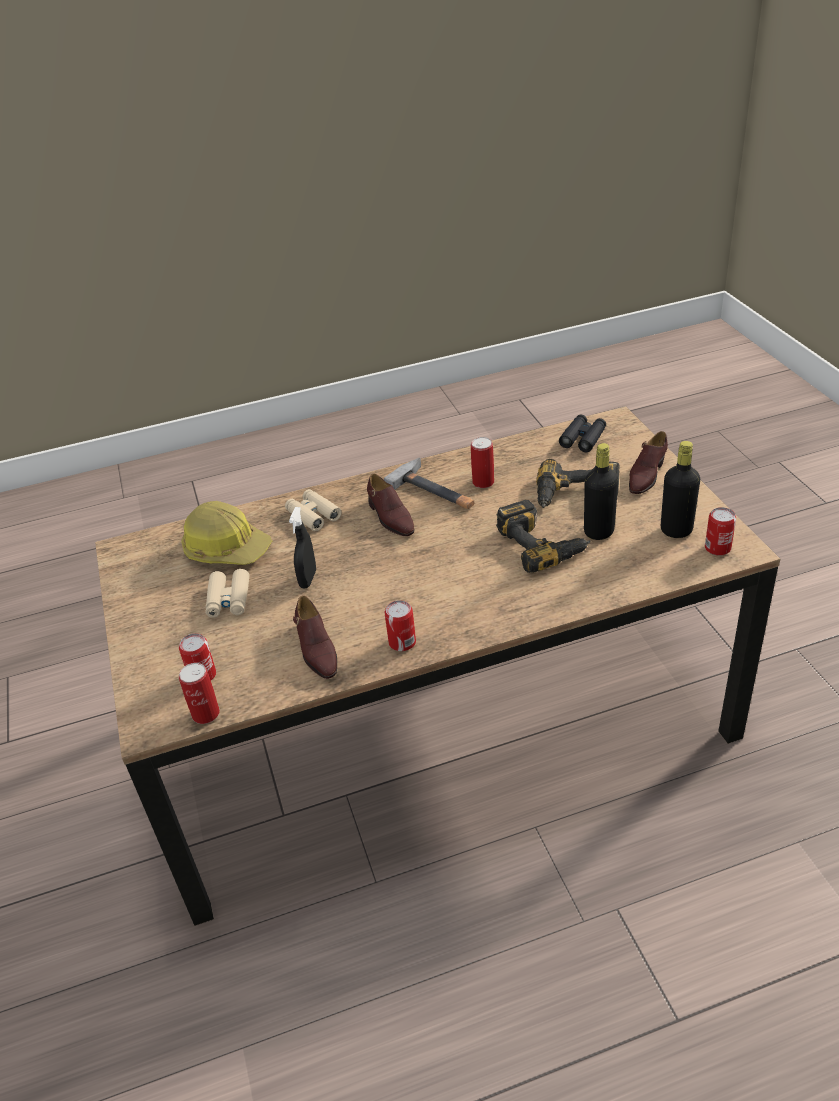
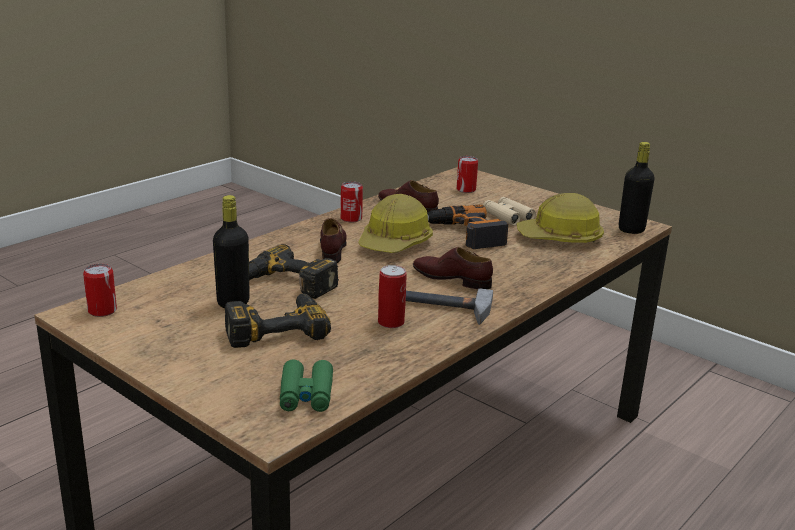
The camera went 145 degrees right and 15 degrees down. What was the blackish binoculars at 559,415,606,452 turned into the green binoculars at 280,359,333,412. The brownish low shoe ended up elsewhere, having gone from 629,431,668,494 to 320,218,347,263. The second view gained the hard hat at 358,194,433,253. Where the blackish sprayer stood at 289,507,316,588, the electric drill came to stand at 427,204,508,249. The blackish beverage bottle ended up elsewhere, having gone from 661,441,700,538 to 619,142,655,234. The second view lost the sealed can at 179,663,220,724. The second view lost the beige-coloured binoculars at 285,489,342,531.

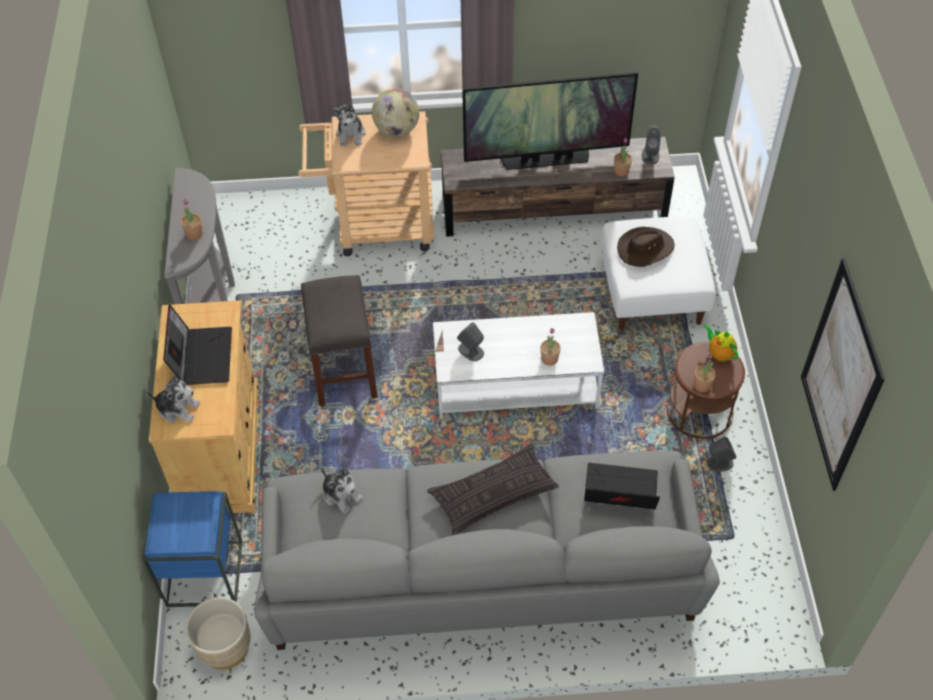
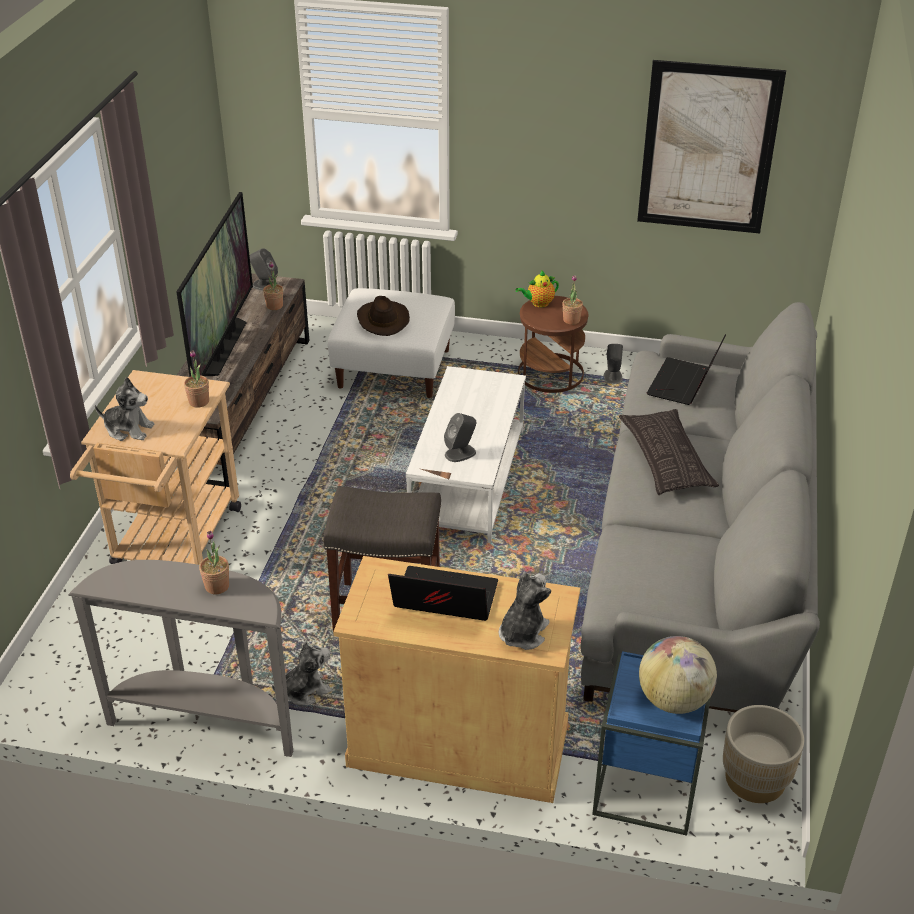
The camera went 75 degrees left and 15 degrees down. The houseplant ended up elsewhere, having gone from 540,328,561,366 to 184,350,209,408. The plush toy ended up elsewhere, having gone from 321,467,363,514 to 272,641,332,706. The world globe ended up elsewhere, having gone from 372,89,419,137 to 639,636,717,714.

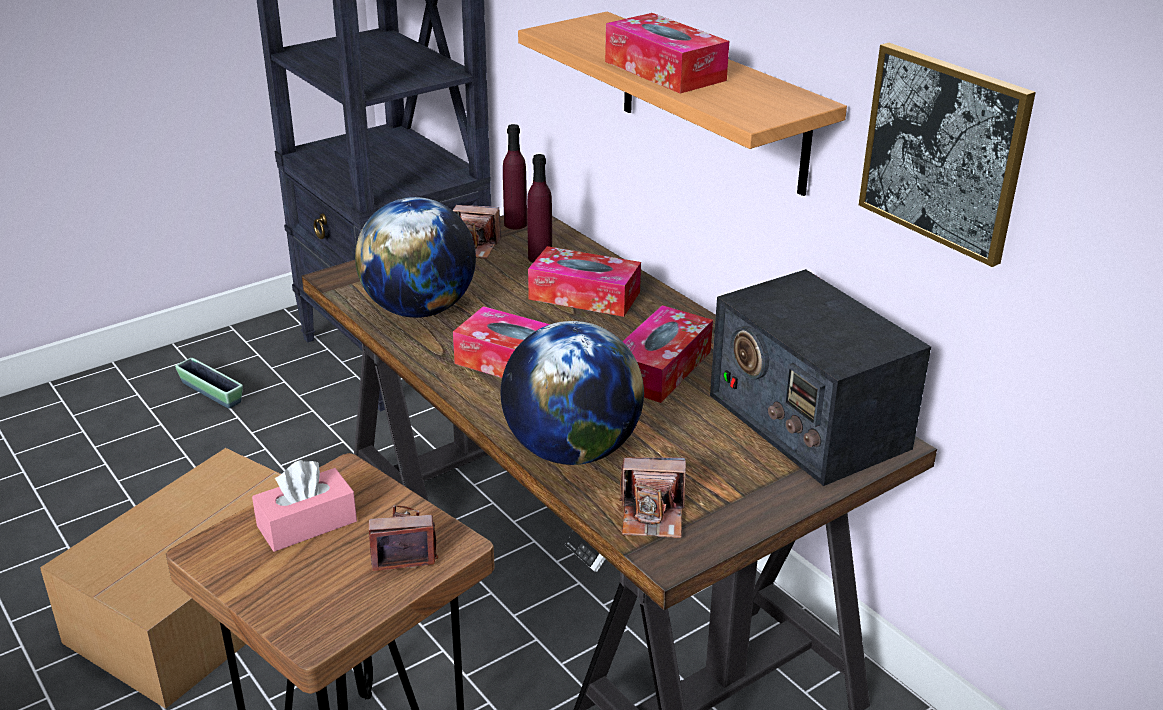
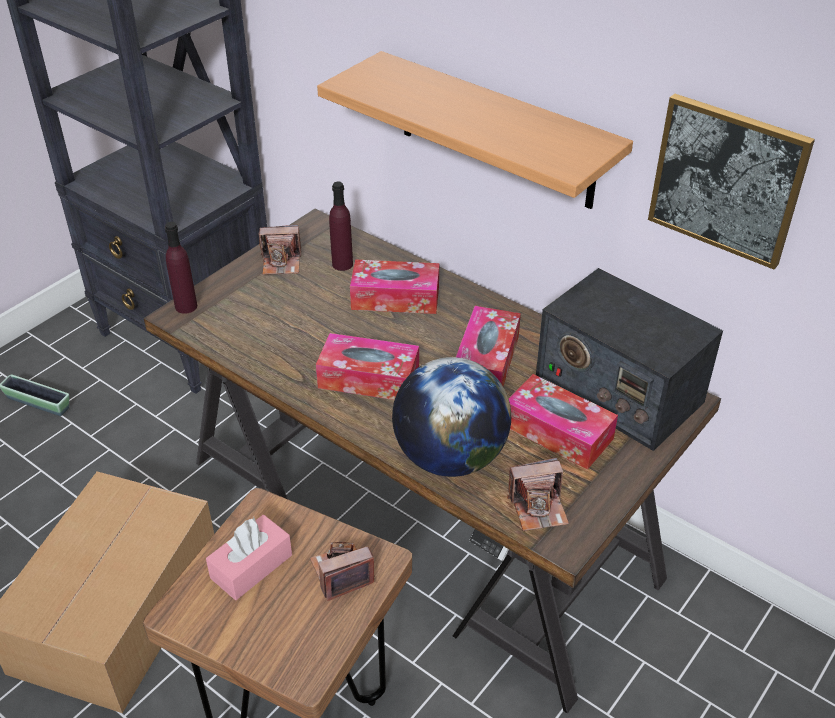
The camera went 15 degrees left and 10 degrees up. The purple beverage bottle ended up elsewhere, having gone from 503,124,527,229 to 165,222,197,314. The box of tissues ended up elsewhere, having gone from 605,13,729,94 to 508,374,618,470. The second view lost the world globe at 355,197,476,318.

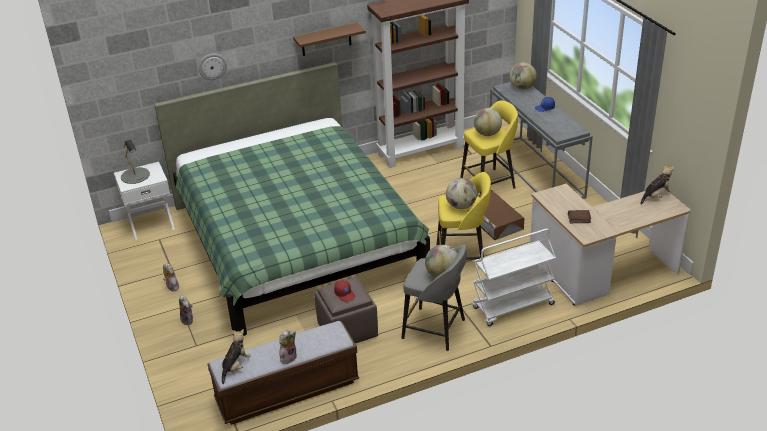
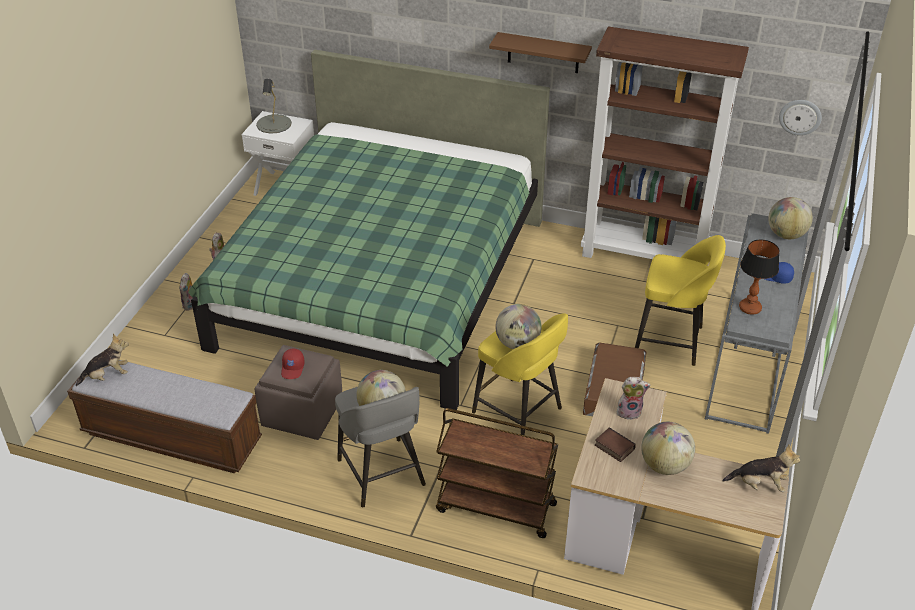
The camera went 40 degrees right and 5 degrees up. What was the whitish wheeled cart at 472,229,556,326 turned into the brownish wheeled cart at 436,408,558,538. The plush toy ended up elsewhere, having gone from 279,330,297,365 to 617,377,651,420. The world globe ended up elsewhere, having gone from 474,108,502,136 to 641,422,695,475. The second view gained the lamp for a table at 739,239,780,315. The hanging clock ended up elsewhere, having gone from 199,54,227,80 to 779,100,822,136.

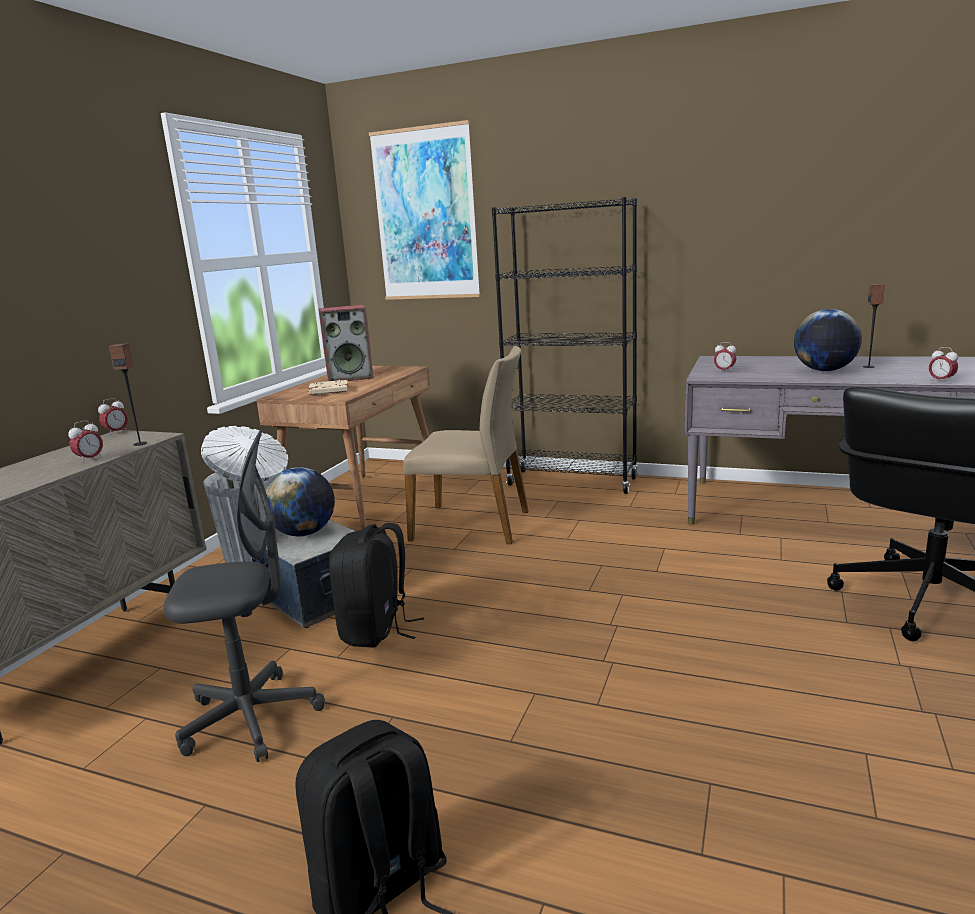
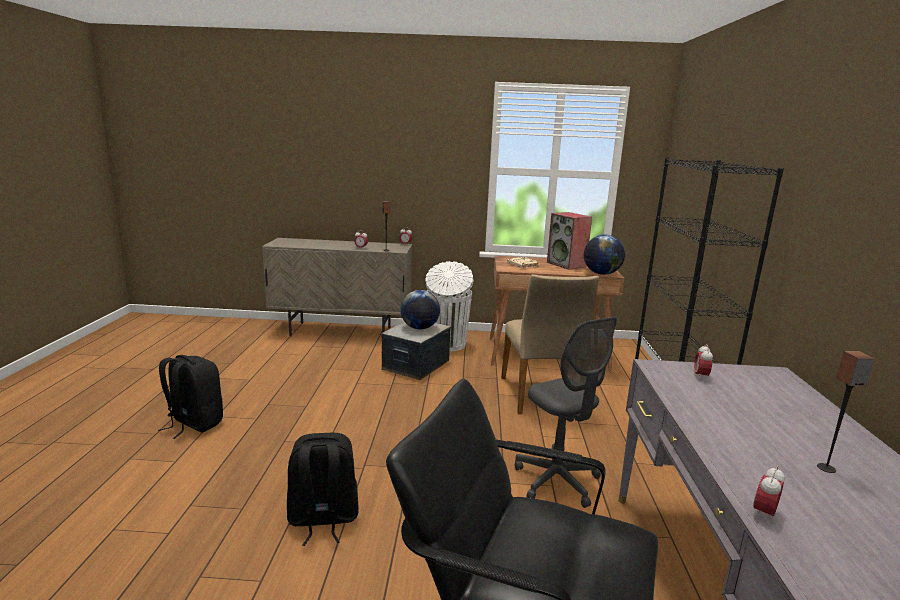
The camera went 70 degrees right and 0 degrees up. The blackish rucksack ended up elsewhere, having gone from 329,523,424,648 to 287,433,359,546. The greyish office chair ended up elsewhere, having gone from 163,430,325,762 to 515,316,618,508. The world globe ended up elsewhere, having gone from 794,309,862,371 to 584,234,625,275. The second view lost the wall art at 369,120,480,300.

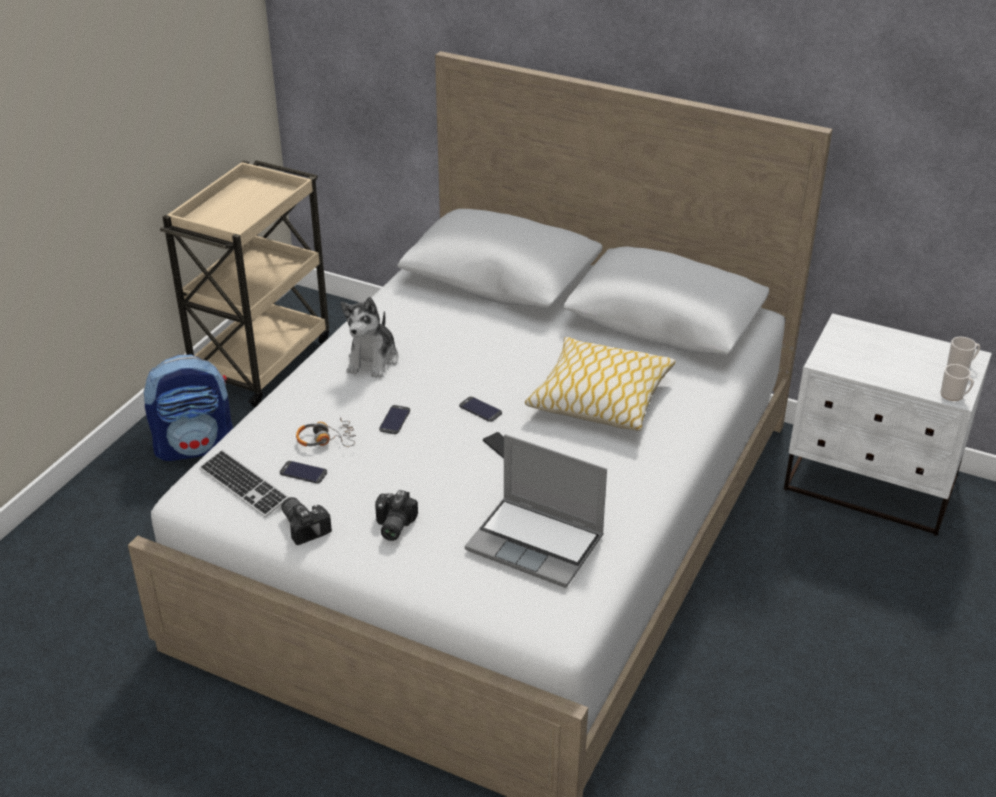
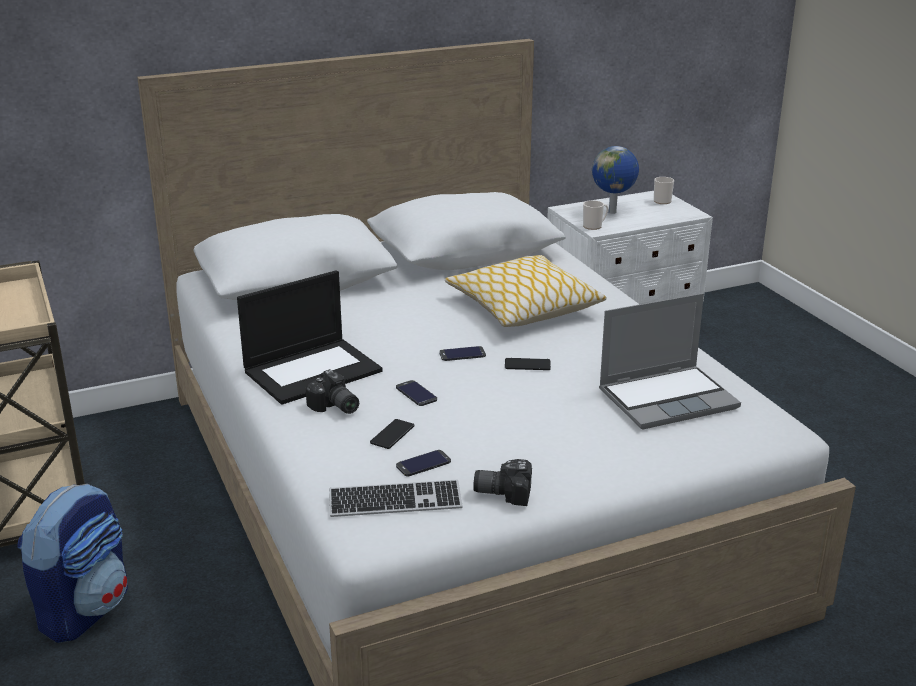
The camera went 50 degrees left and 10 degrees down. Where the plush toy stood at 341,297,399,378, the laptop came to stand at 237,270,383,405. The photo camera ended up elsewhere, having gone from 375,490,418,541 to 306,369,359,414. Where the headphones stood at 296,417,356,447, the telephone came to stand at 370,419,415,449. The tea mug ended up elsewhere, having gone from 940,364,974,401 to 583,200,608,230. The second view gained the world globe at 592,146,639,214.

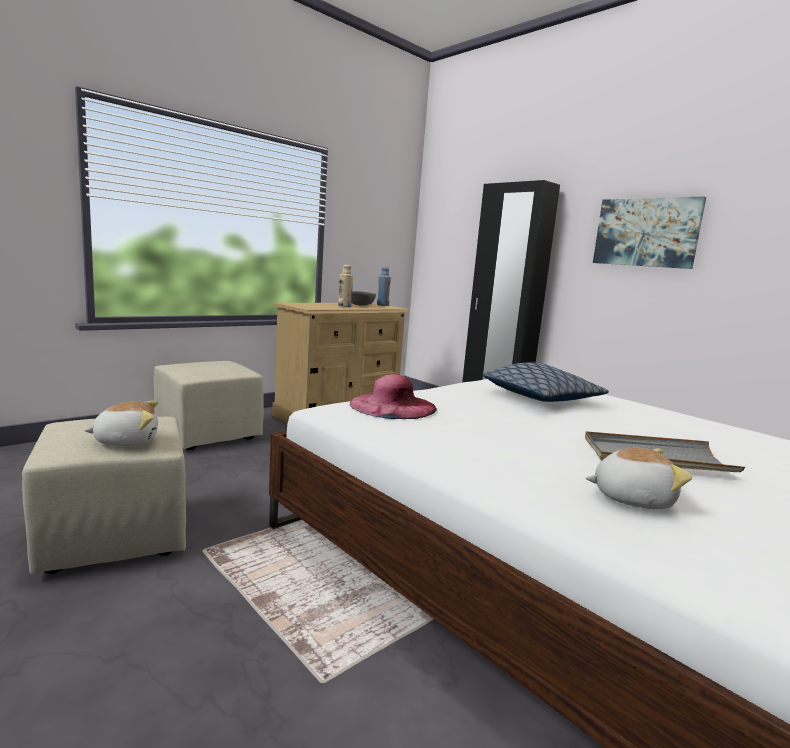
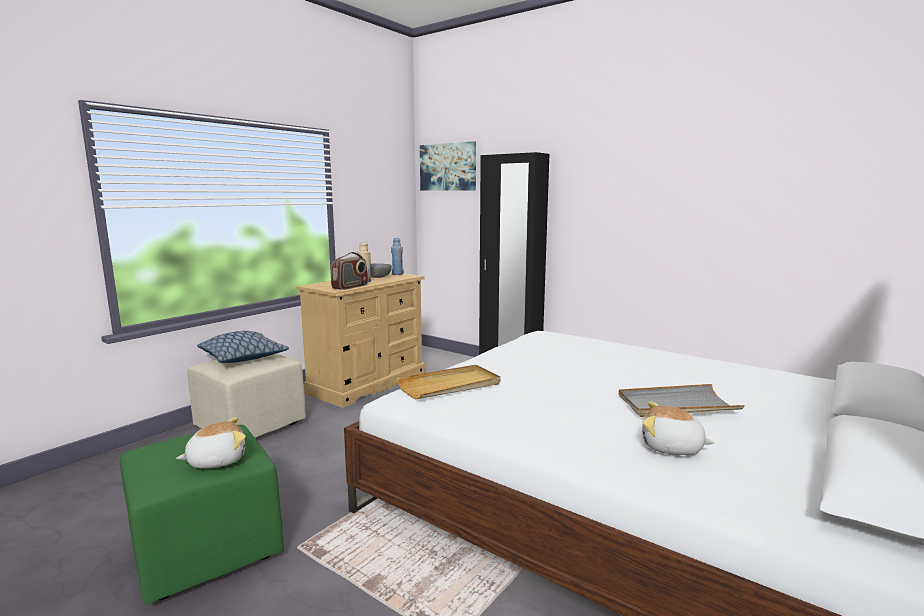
The camera went 10 degrees left and 0 degrees up. What was the beige-coloured ottoman at 22,417,186,574 turned into the green ottoman at 120,425,284,605. The pillow ended up elsewhere, having gone from 482,362,609,402 to 197,331,289,363. The second view gained the radio receiver at 331,252,368,290. Where the pink-coloured wearable hat stood at 350,374,437,419, the beige-coloured serving tray came to stand at 396,365,500,399. The wall art ended up elsewhere, having gone from 593,196,706,269 to 420,141,476,191. The plush toy at 586,448,692,509 ended up facing another way, 150 degrees counterclockwise from before.

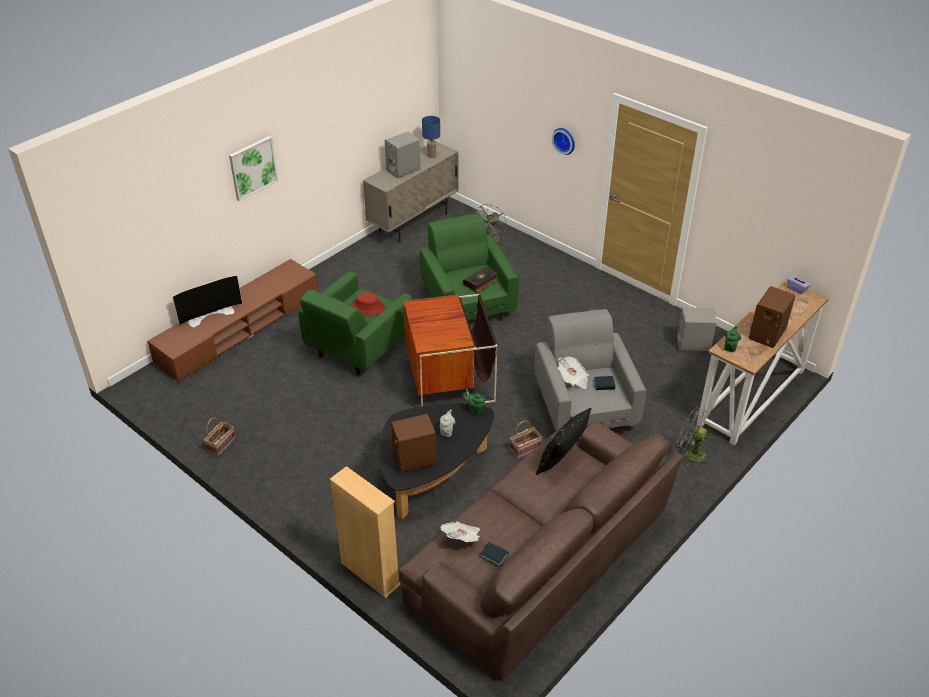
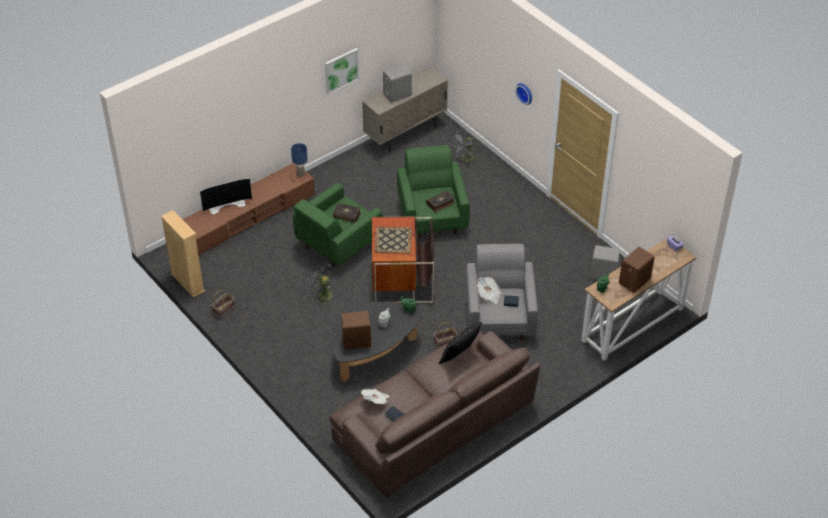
The camera went 10 degrees right and 5 degrees up. The beige-coloured bookshelf ended up elsewhere, having gone from 330,466,401,598 to 161,210,205,297. The blue lamp for a table ended up elsewhere, having gone from 422,116,440,158 to 291,143,308,177. The greyish electric fan ended up elsewhere, having gone from 676,408,710,468 to 306,262,333,305. The wall art ended up elsewhere, having gone from 229,136,278,201 to 325,48,359,95. Where the red wearable hat stood at 350,292,385,317, the volume came to stand at 333,203,361,223. The second view gained the serving tray at 374,227,412,254.

